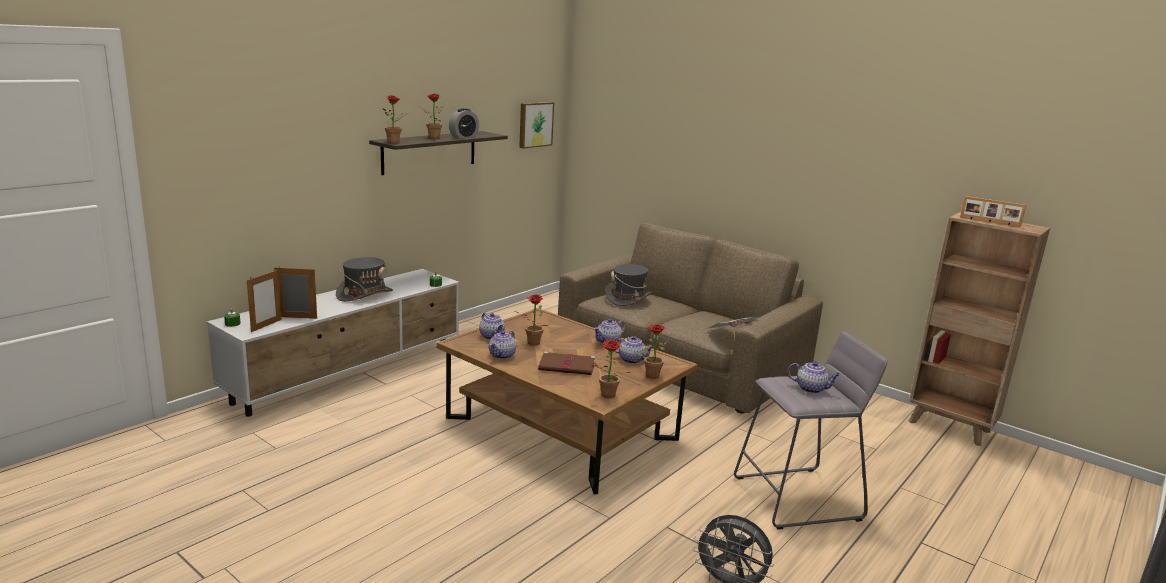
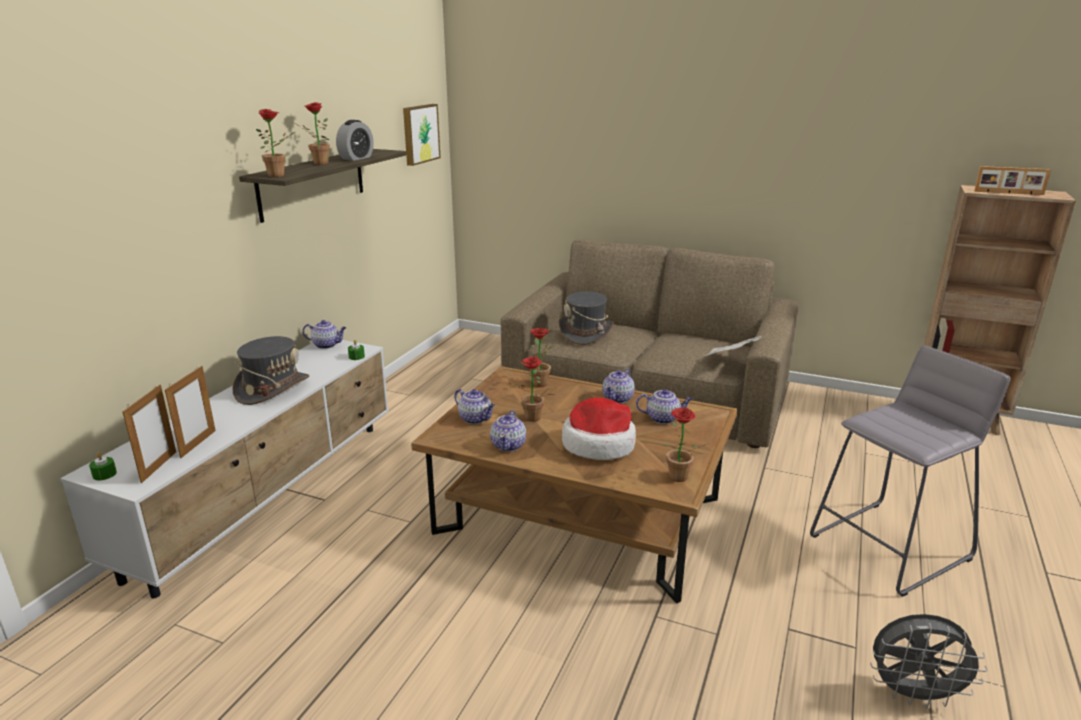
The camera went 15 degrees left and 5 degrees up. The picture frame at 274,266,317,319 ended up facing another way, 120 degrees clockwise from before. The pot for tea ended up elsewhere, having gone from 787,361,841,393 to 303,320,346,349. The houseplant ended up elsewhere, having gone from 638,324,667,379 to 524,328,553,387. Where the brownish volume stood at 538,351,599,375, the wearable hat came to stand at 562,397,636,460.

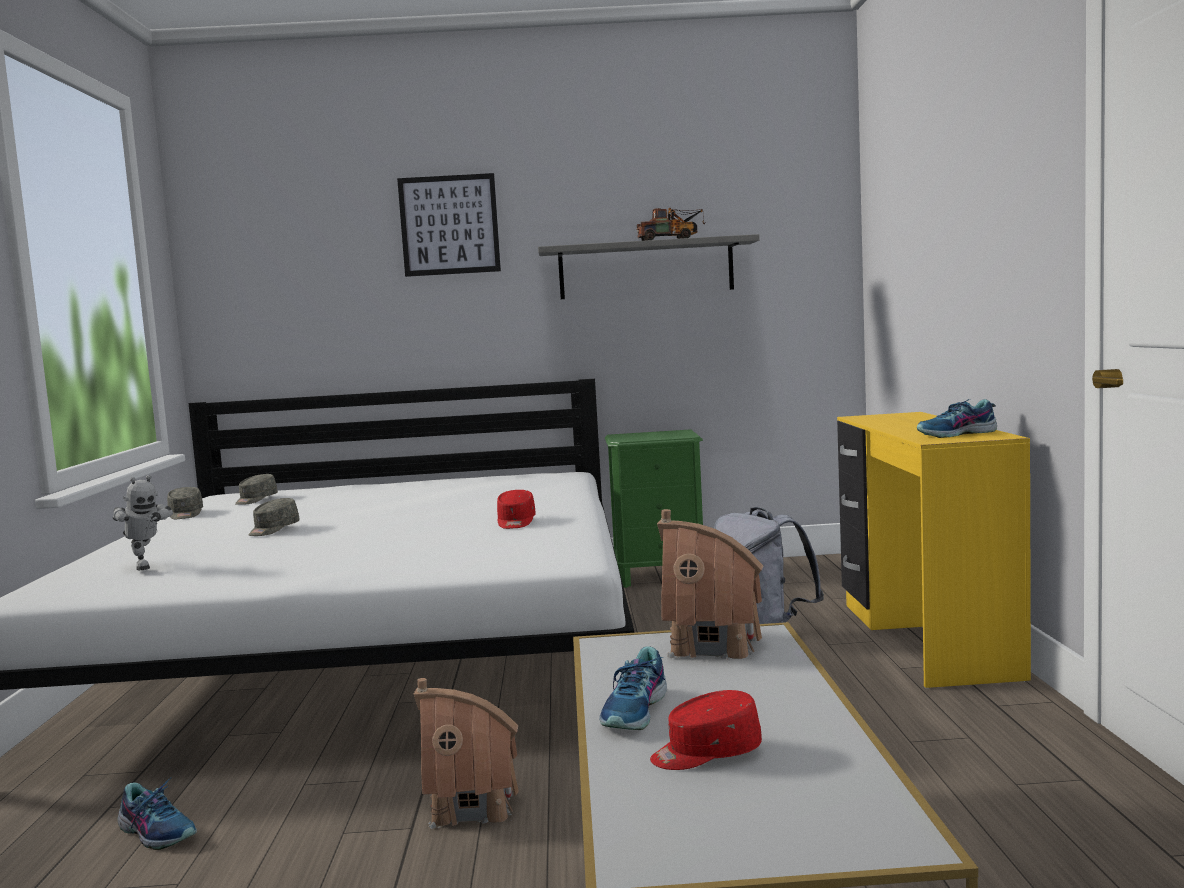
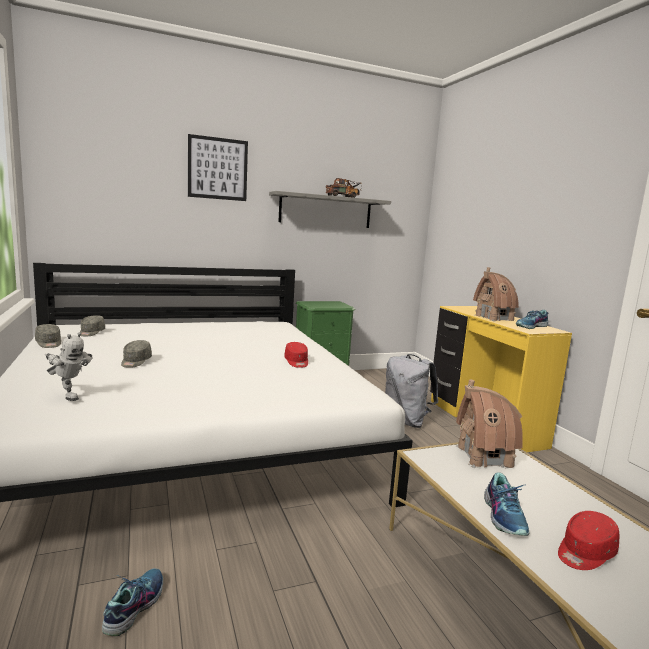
The camera went 20 degrees left and 5 degrees up. The low shoe at 117,777,197,850 ended up facing another way, 90 degrees counterclockwise from before. The miniature house ended up elsewhere, having gone from 414,678,519,829 to 473,267,519,321.

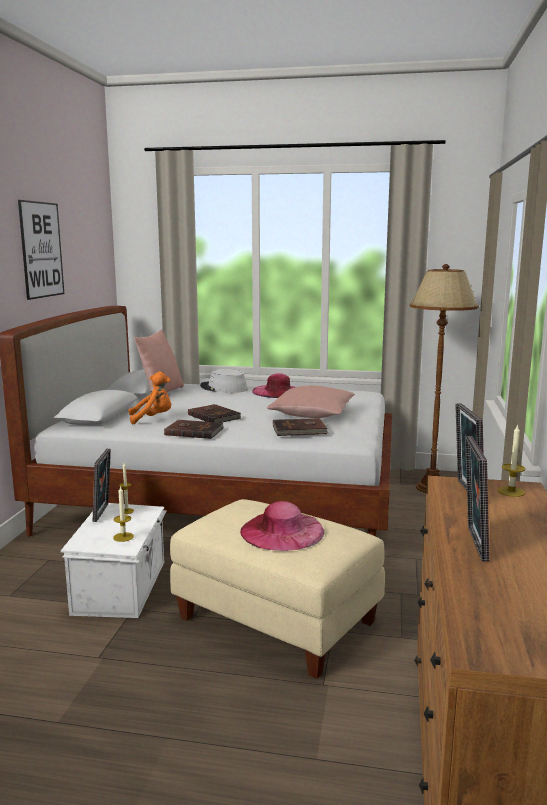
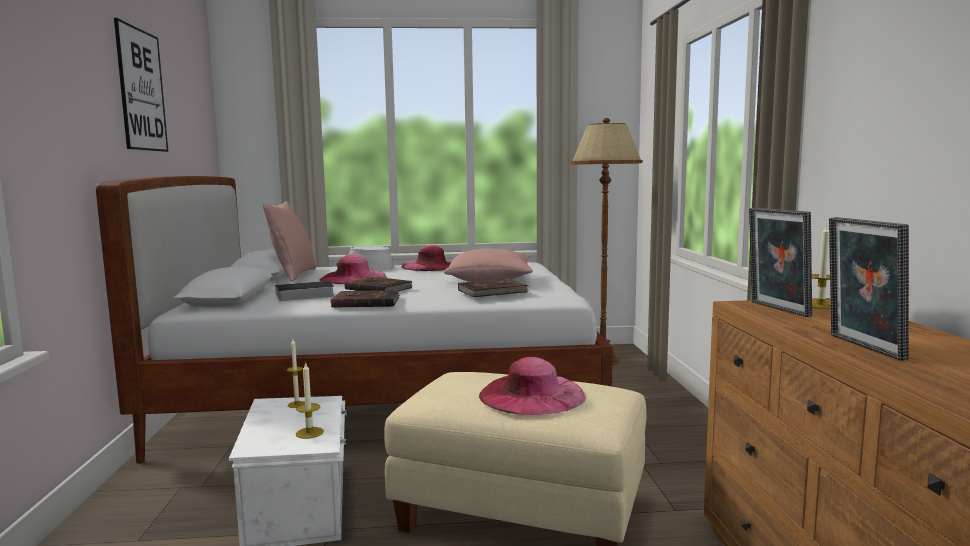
The camera went 15 degrees left and 5 degrees down. Where the orangey plush toy stood at 128,372,171,425, the volume came to stand at 265,281,334,301. The second view gained the pink-coloured wearable hat at 319,255,386,284. The second view lost the picture frame at 93,449,111,522.

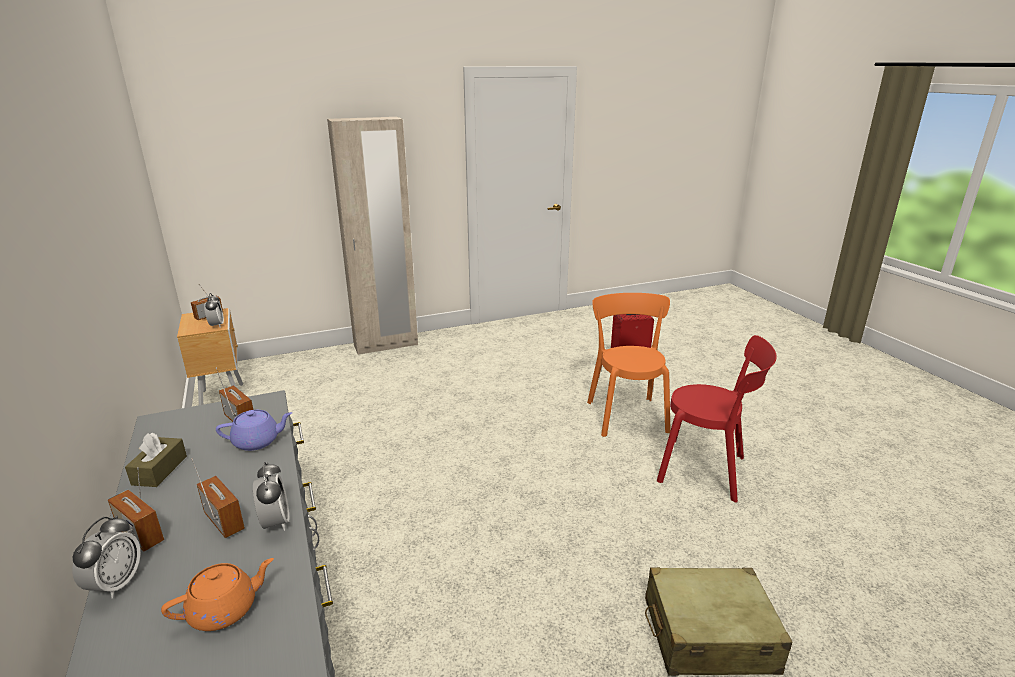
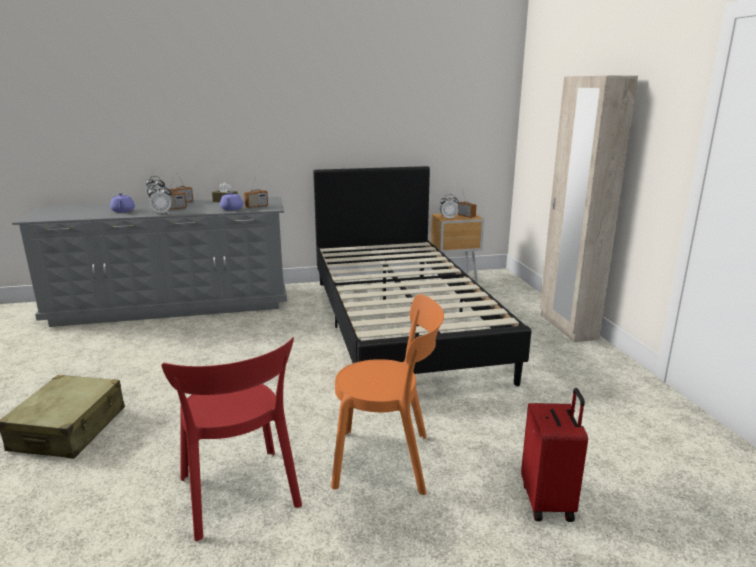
The camera went 100 degrees right and 5 degrees down. What was the orangey pot for tea at 161,558,274,631 turned into the purple pot for tea at 110,193,135,212. The red chair at 657,335,777,503 ended up facing another way, 60 degrees counterclockwise from before. The second view gained the blackish bedroom bed at 313,166,531,386.

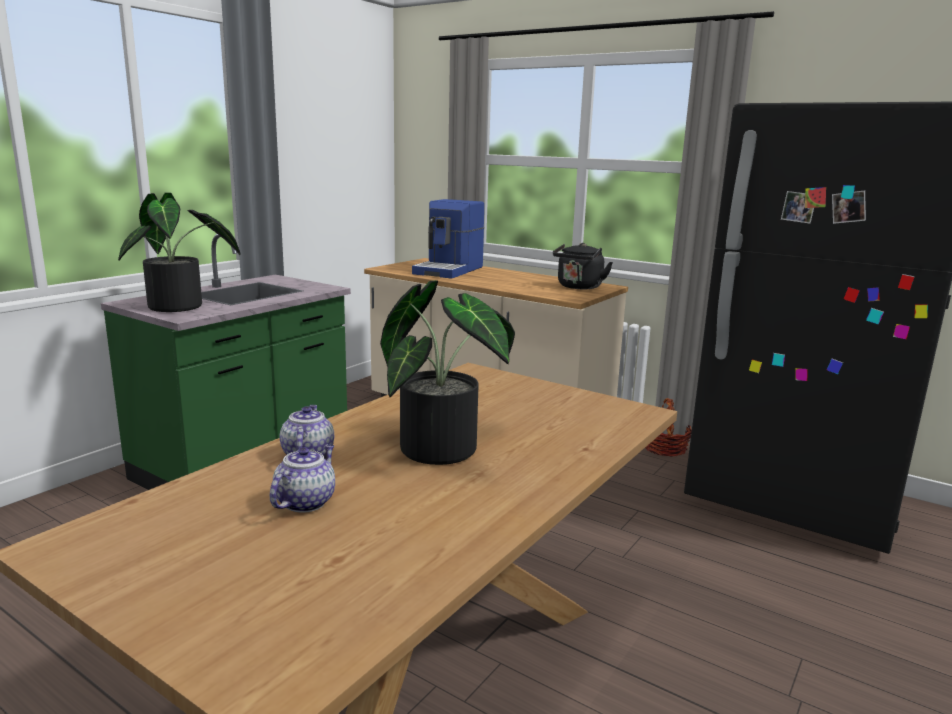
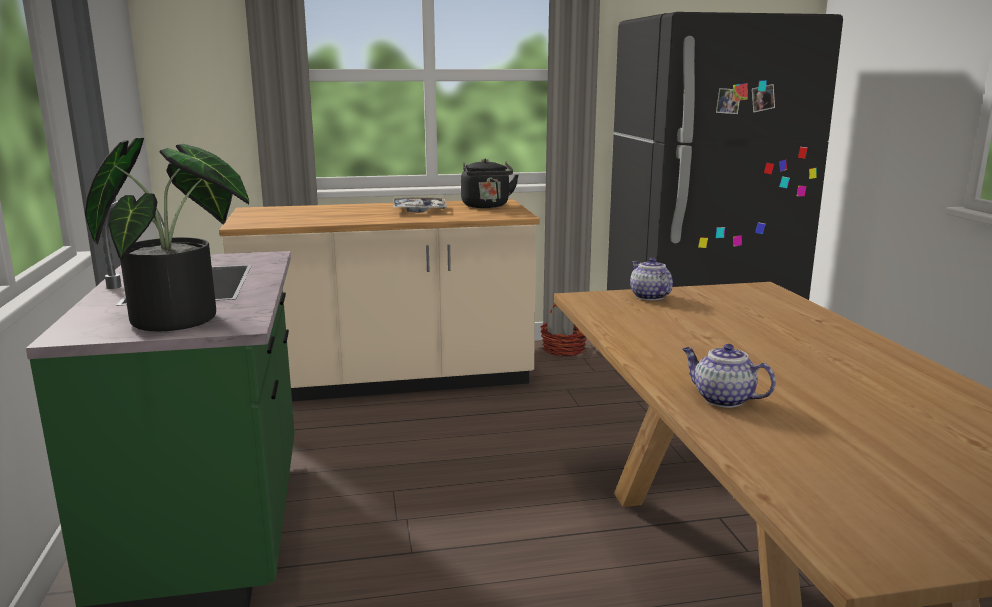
The camera went 45 degrees left and 0 degrees up. The second view gained the serving tray at 393,197,447,213. The pot for tea ended up elsewhere, having gone from 270,444,335,513 to 630,257,673,300. The second view lost the houseplant at 380,280,515,465. The second view lost the coffee brewer at 412,199,484,279.

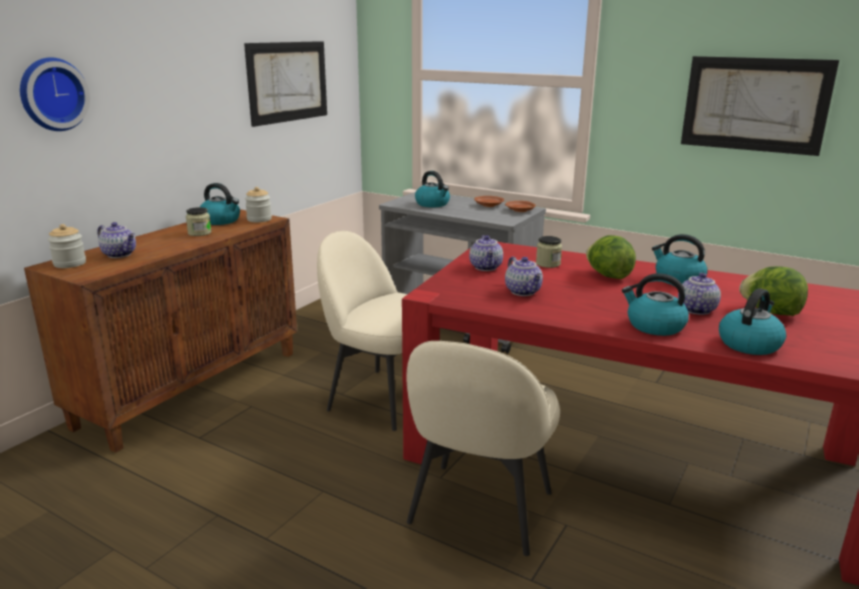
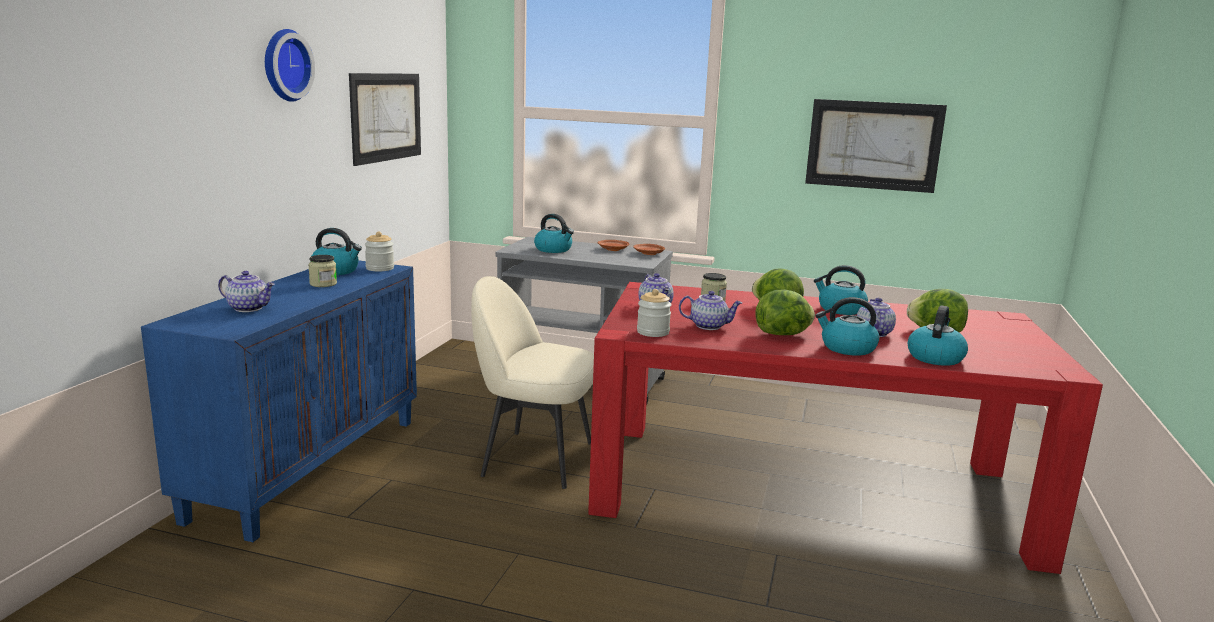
The camera went 15 degrees left and 5 degrees down. What was the brownish cupboard at 24,209,297,453 turned into the blue cupboard at 141,261,417,542. The hanging clock ended up elsewhere, having gone from 20,58,90,131 to 265,29,315,102. The jar ended up elsewhere, having gone from 48,224,86,268 to 637,289,671,337. The pot for tea at 505,257,543,296 ended up facing another way, 45 degrees counterclockwise from before. The second view gained the head of lettuce at 756,290,815,335. The second view lost the beige-coloured chair at 406,341,560,556.

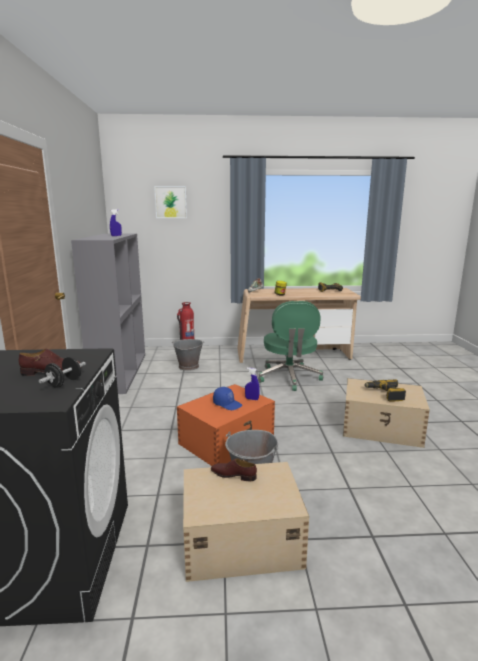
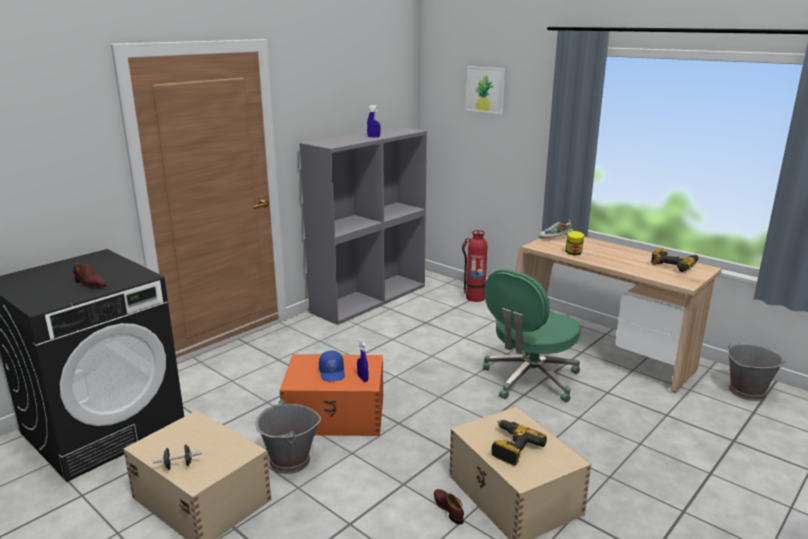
The camera went 45 degrees right and 5 degrees up. The blackish hand weight ended up elsewhere, having gone from 39,357,86,388 to 153,445,202,470. The brownish low shoe ended up elsewhere, having gone from 211,458,257,481 to 434,489,464,525. The greyish water bucket ended up elsewhere, having gone from 172,339,204,371 to 727,343,787,401.

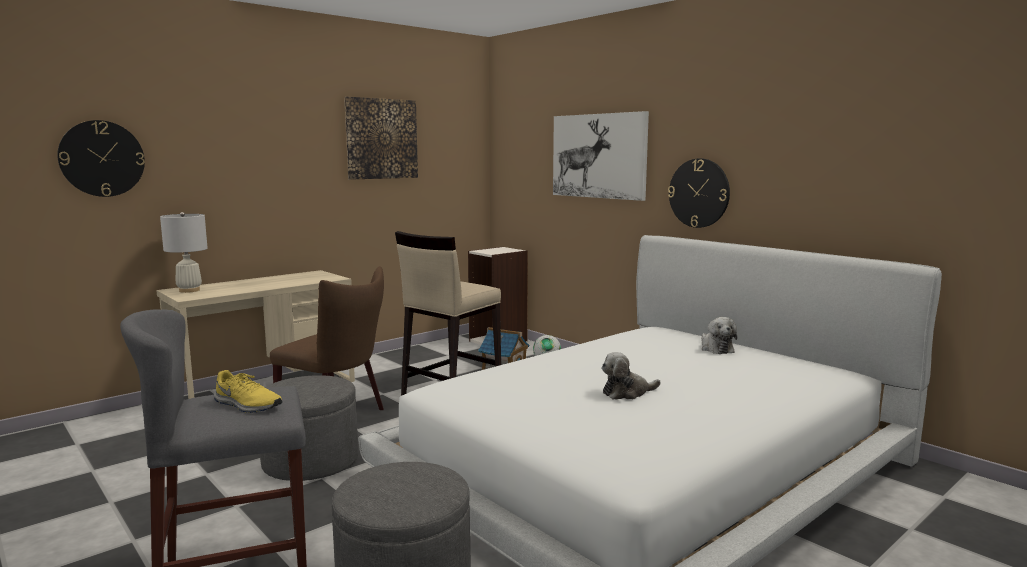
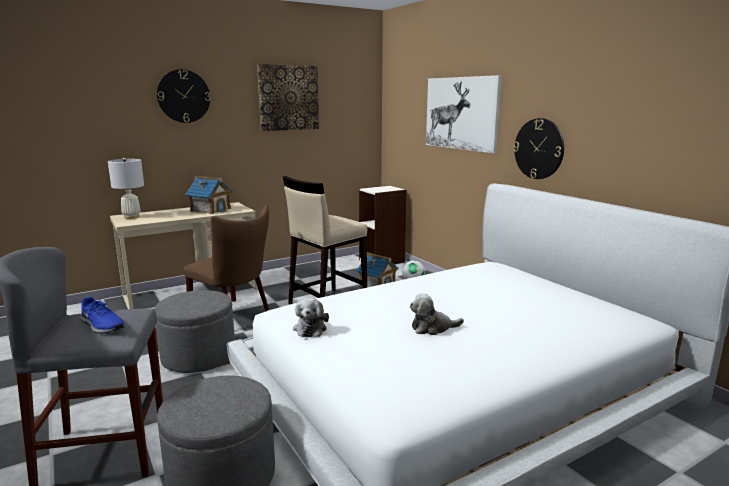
The camera went 10 degrees right and 5 degrees up. What was the yellow low shoe at 214,370,283,413 turned into the blue low shoe at 80,297,125,334. The hanging clock ended up elsewhere, having gone from 57,120,145,197 to 157,69,210,123. The second view gained the miniature house at 185,176,233,214. The plush toy ended up elsewhere, having gone from 701,317,737,354 to 293,298,329,337.

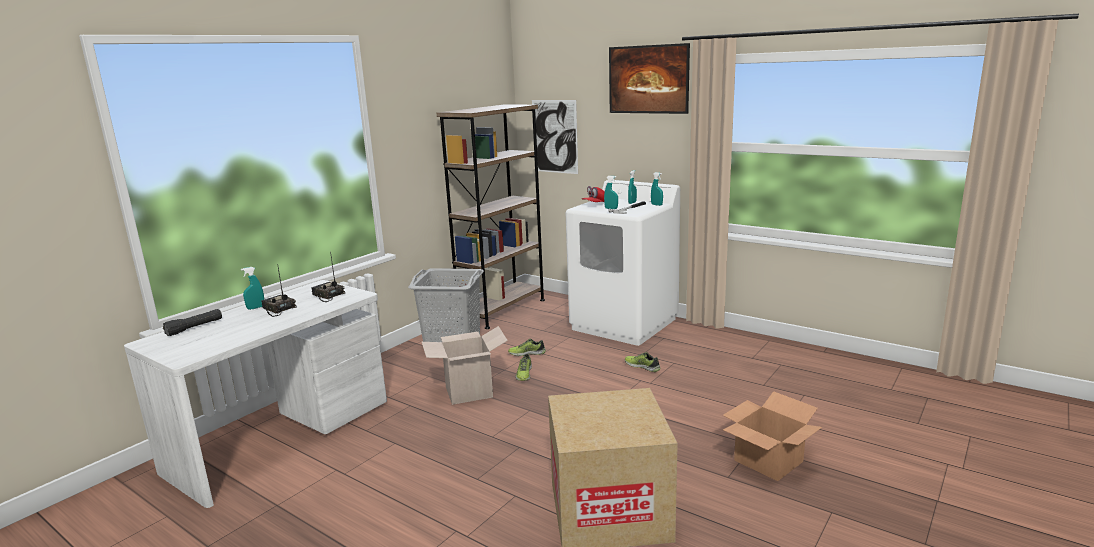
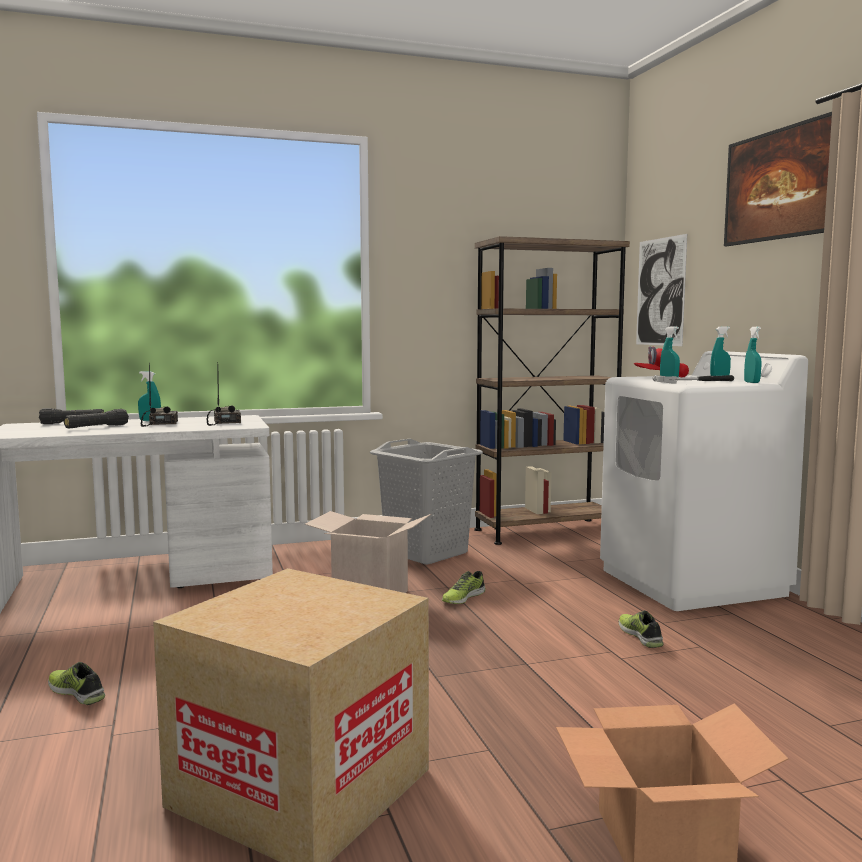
The camera went 35 degrees right and 10 degrees down. The low shoe ended up elsewhere, having gone from 508,339,546,356 to 48,662,105,705. The second view gained the blackish torch at 64,409,129,429.

